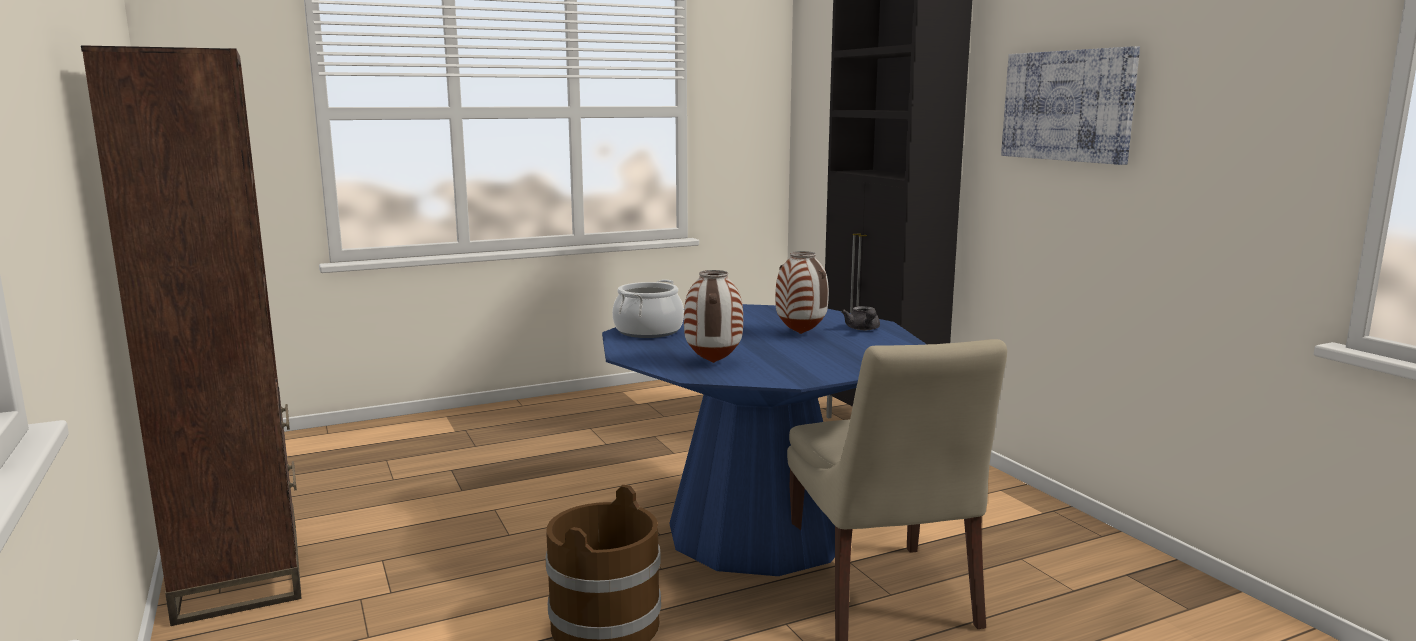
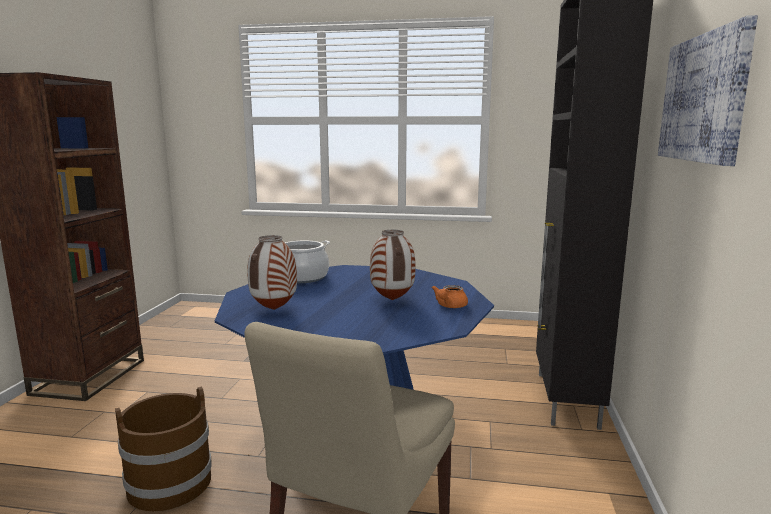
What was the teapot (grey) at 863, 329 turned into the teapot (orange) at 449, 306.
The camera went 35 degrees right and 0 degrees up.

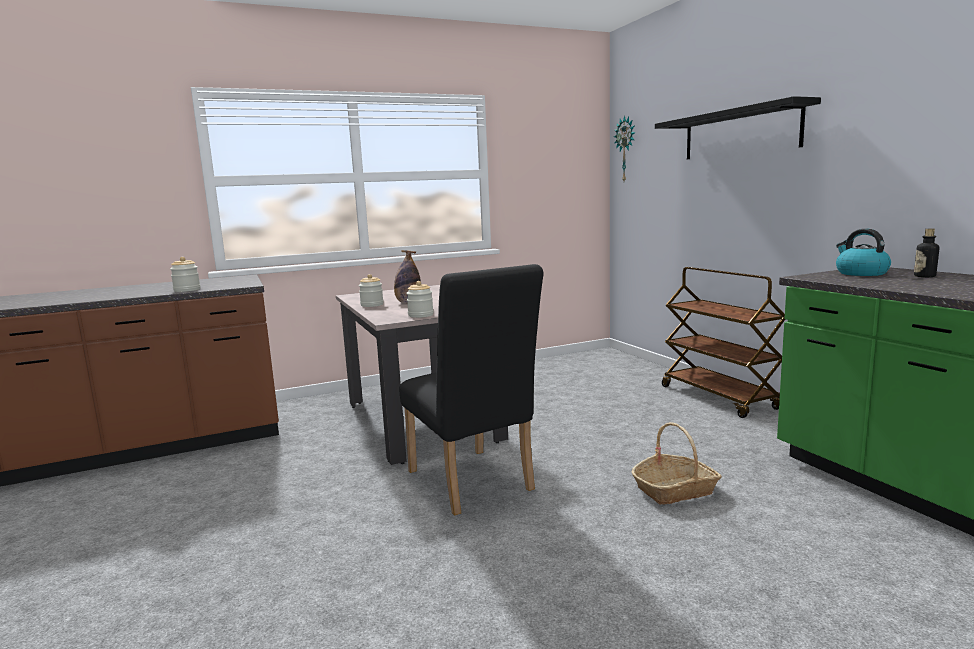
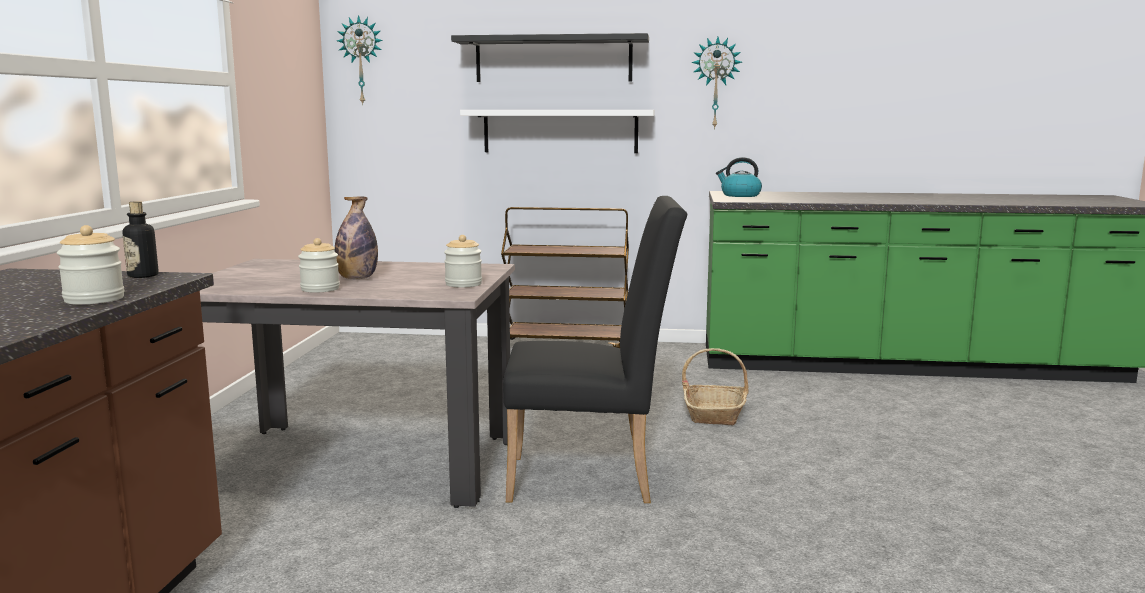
The bottle ended up elsewhere, having gone from 924, 276 to 143, 276.
The second view gained the wall clock at 716, 83.
The second view gained the shelf (white) at 560, 131.
The camera went 60 degrees left and 0 degrees up.

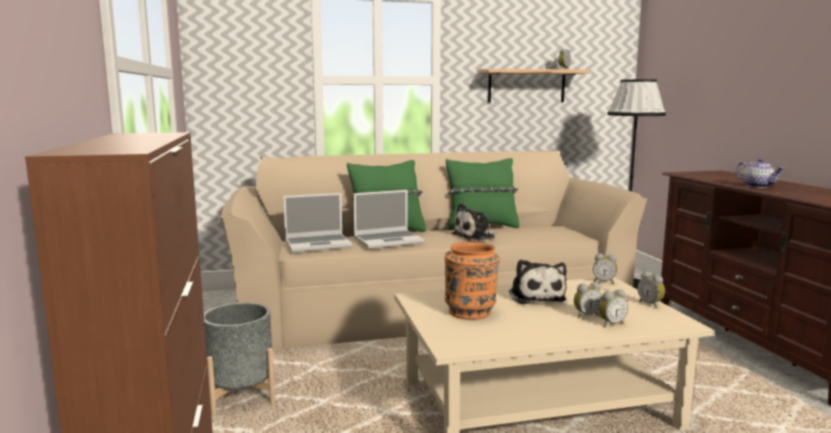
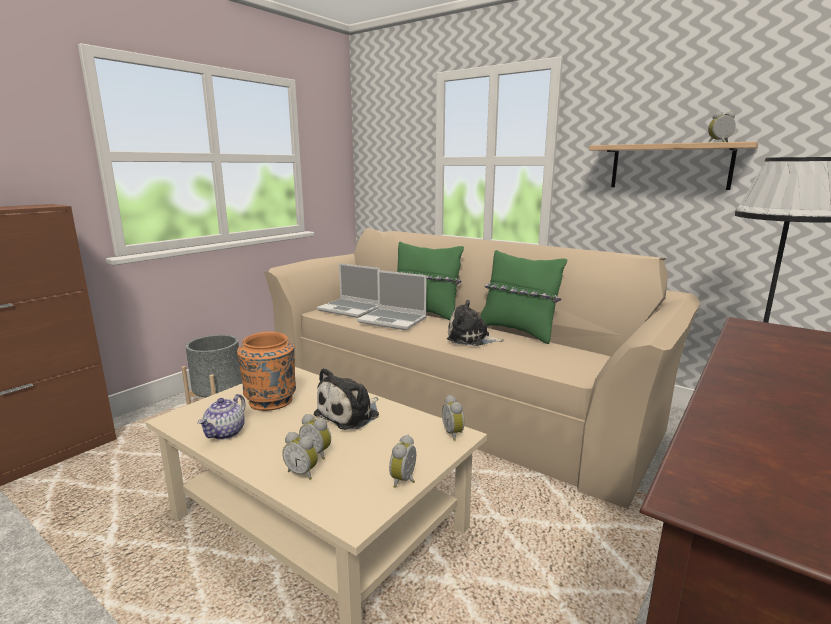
The teapot ended up elsewhere, having gone from 758, 186 to 225, 433.
The camera went 50 degrees right and 5 degrees up.

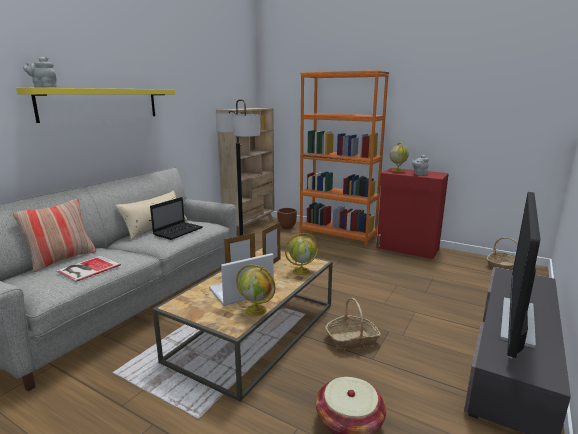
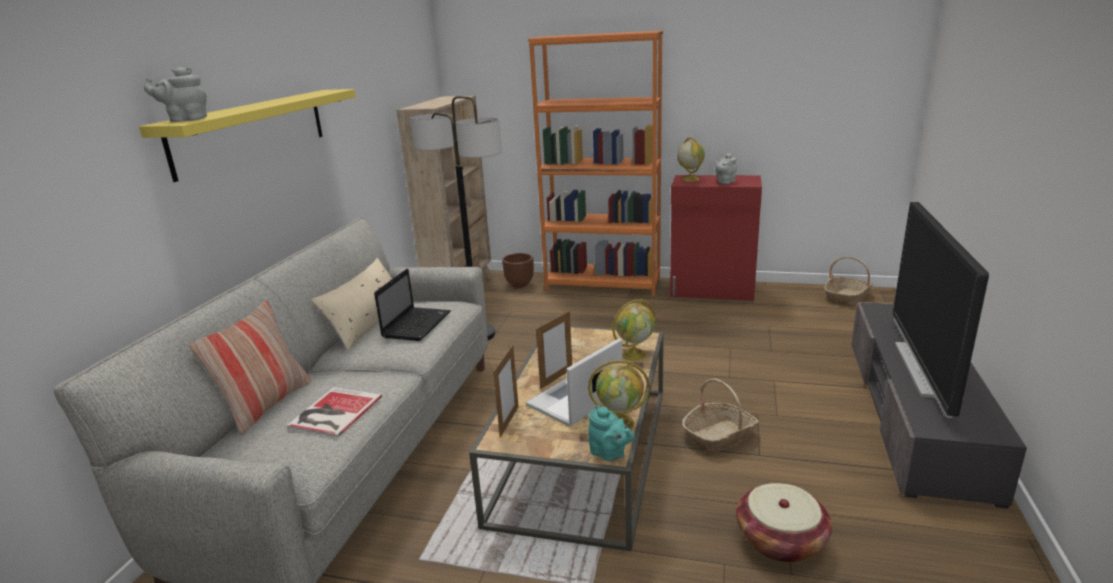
The picture frame ended up elsewhere, having gone from 271, 264 to 509, 421.
The second view gained the teapot (turquoise) at 609, 454.
The camera went 15 degrees left and 5 degrees up.

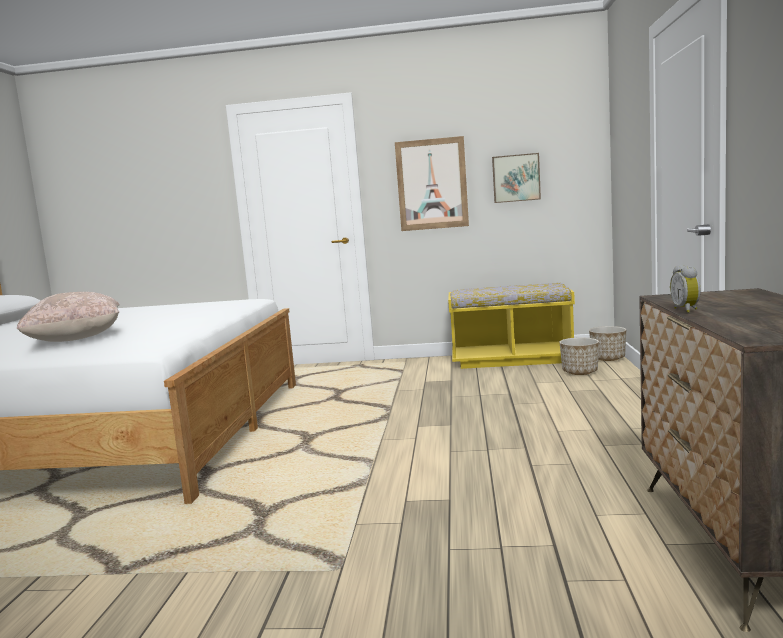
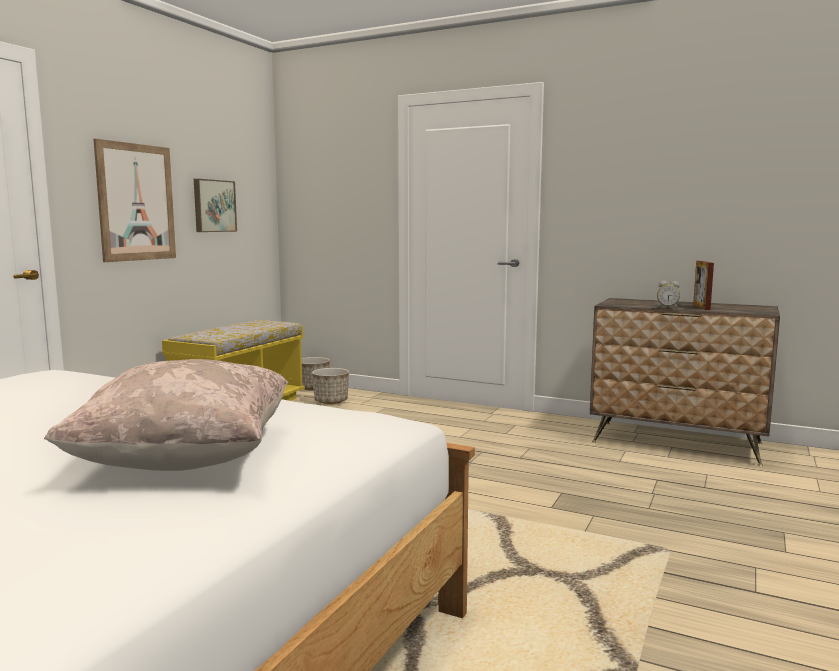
The second view gained the picture frame at 701, 307.
The camera went 70 degrees left and 0 degrees up.

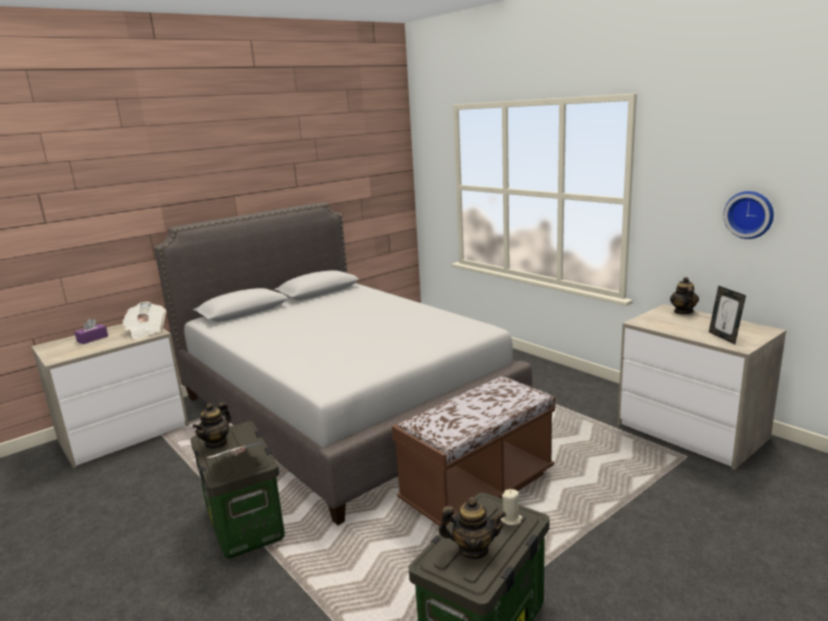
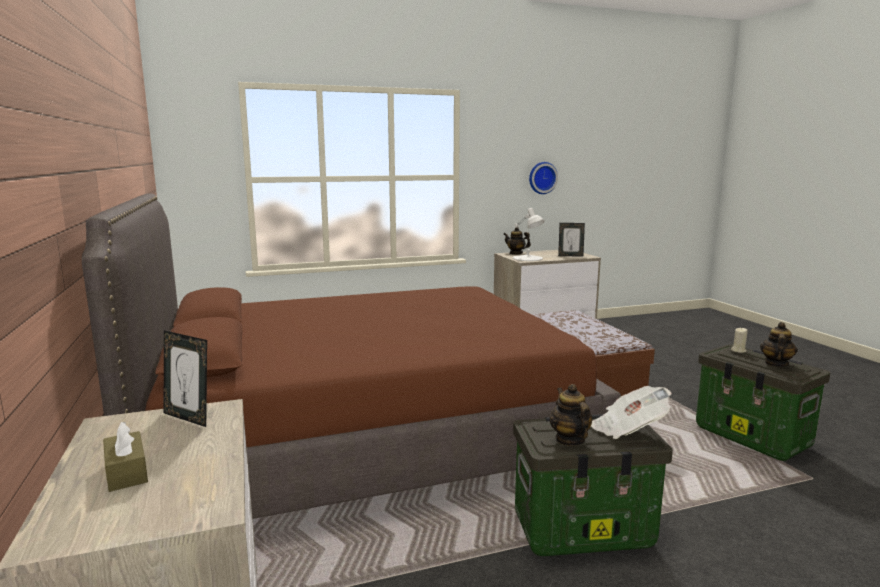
What was the bed (grey) at 344, 409 turned into the bed (brown) at 365, 438.
Where the newspaper stood at 146, 331, the picture frame came to stand at 188, 418.
What was the tissue box (purple) at 92, 339 turned into the tissue box (brown) at 126, 472.
The teapot at 216, 443 ended up facing another way, 150 degrees counterclockwise from before.
The second view gained the table lamp (white) at 527, 258.
The camera went 70 degrees left and 5 degrees down.

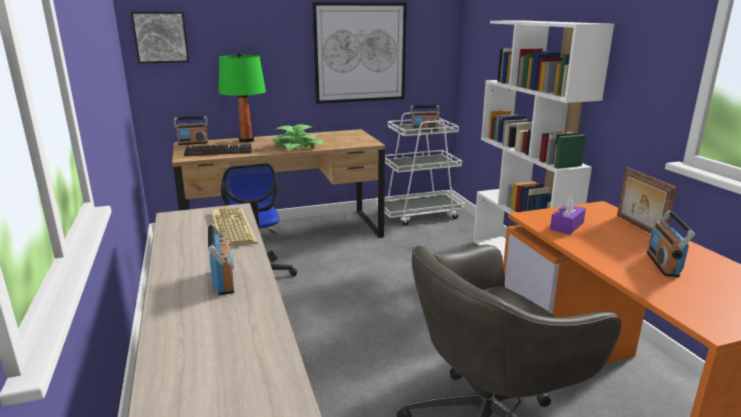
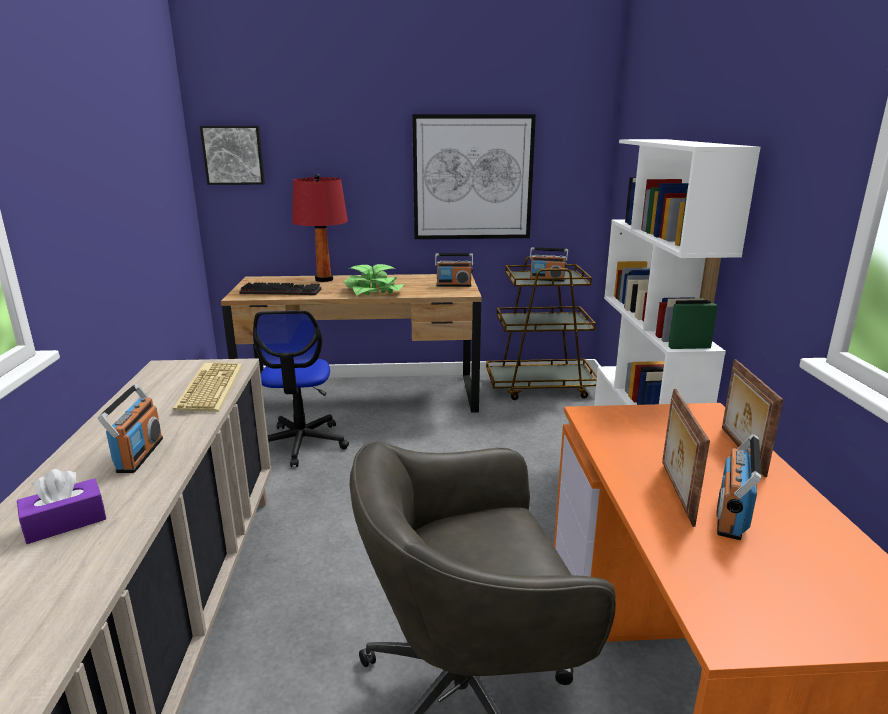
What was the table lamp (green) at 246, 140 turned into the table lamp (red) at 324, 279.
What was the cart (white) at 419, 214 turned into the cart (brown) at 540, 387.
The radio ended up elsewhere, having gone from 193, 143 to 453, 285.
The tissue box (purple) ended up elsewhere, having gone from 566, 226 to 65, 522.
The second view gained the picture frame at 675, 492.
The camera went 15 degrees right and 0 degrees up.

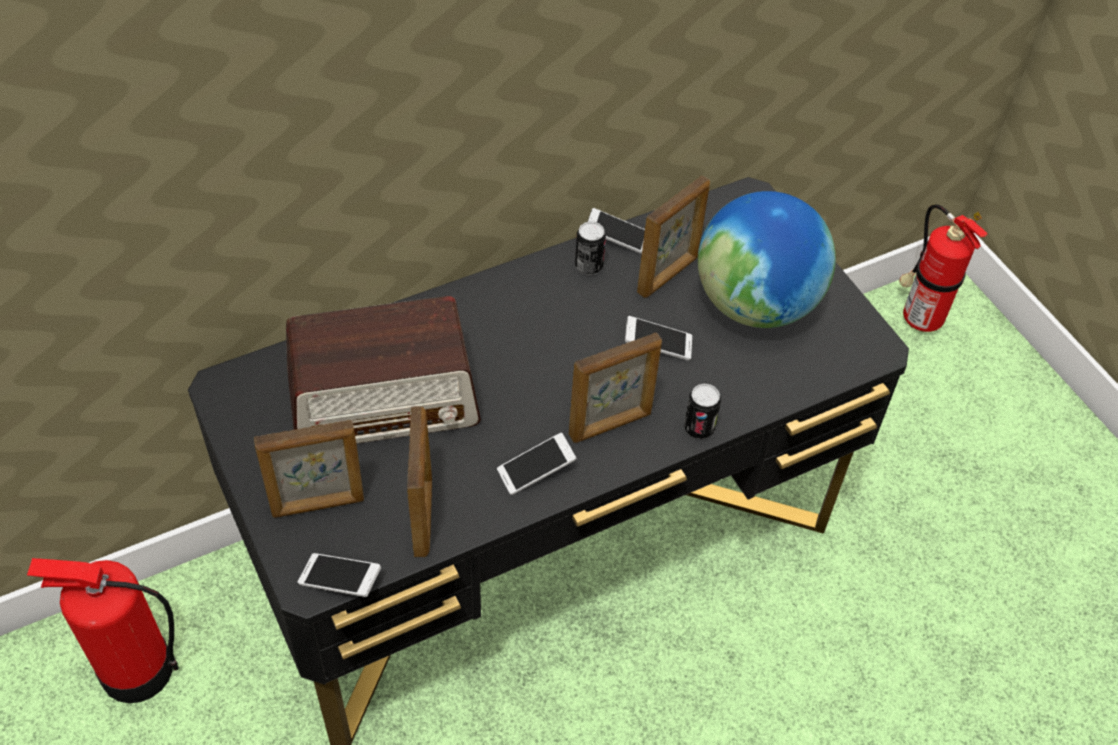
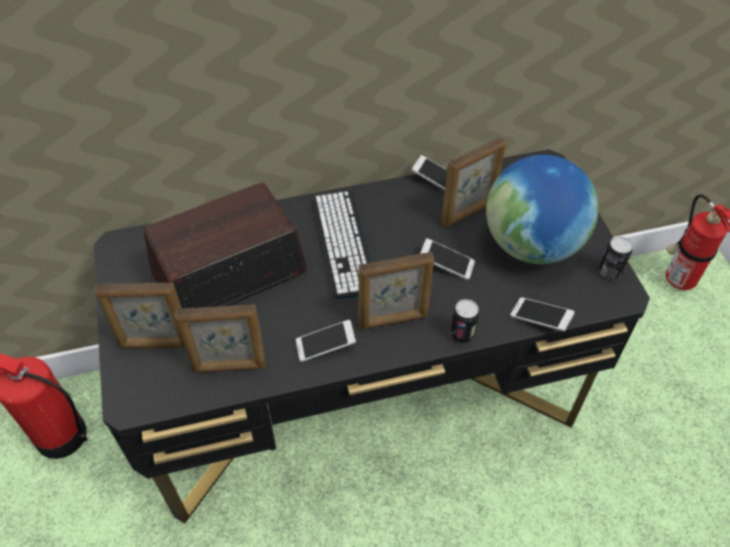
The can ended up elsewhere, having gone from 588, 266 to 610, 271.
The radio at 385, 401 ended up facing another way, 150 degrees clockwise from before.
The picture frame at 423, 516 ended up facing another way, 75 degrees clockwise from before.
The phone ended up elsewhere, having gone from 340, 581 to 540, 319.
The second view gained the keyboard at 344, 243.
The camera went 15 degrees right and 0 degrees up.

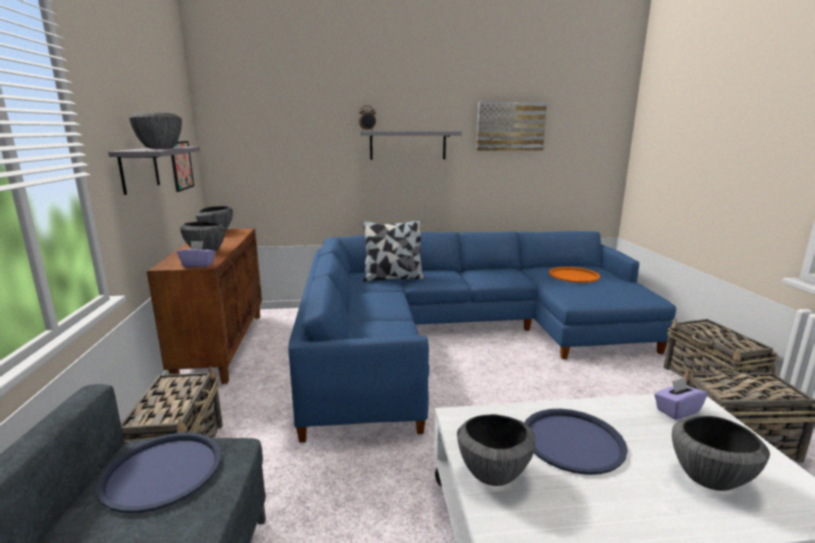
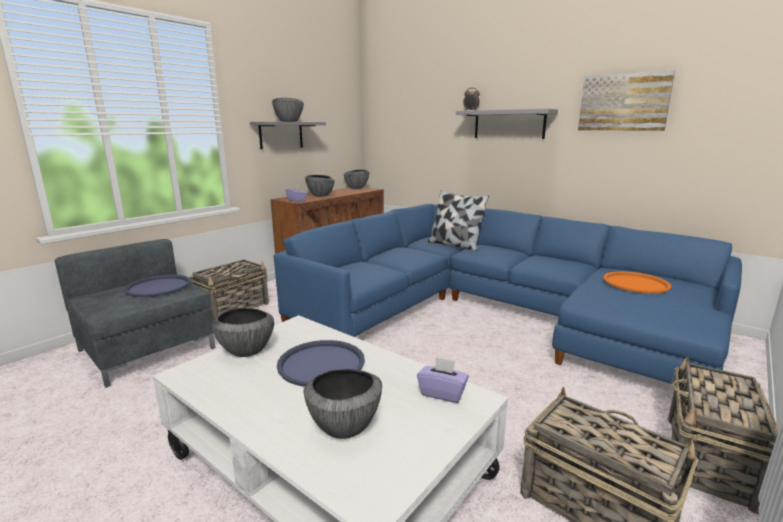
The second view lost the picture at 181, 165.
The camera went 45 degrees right and 0 degrees up.

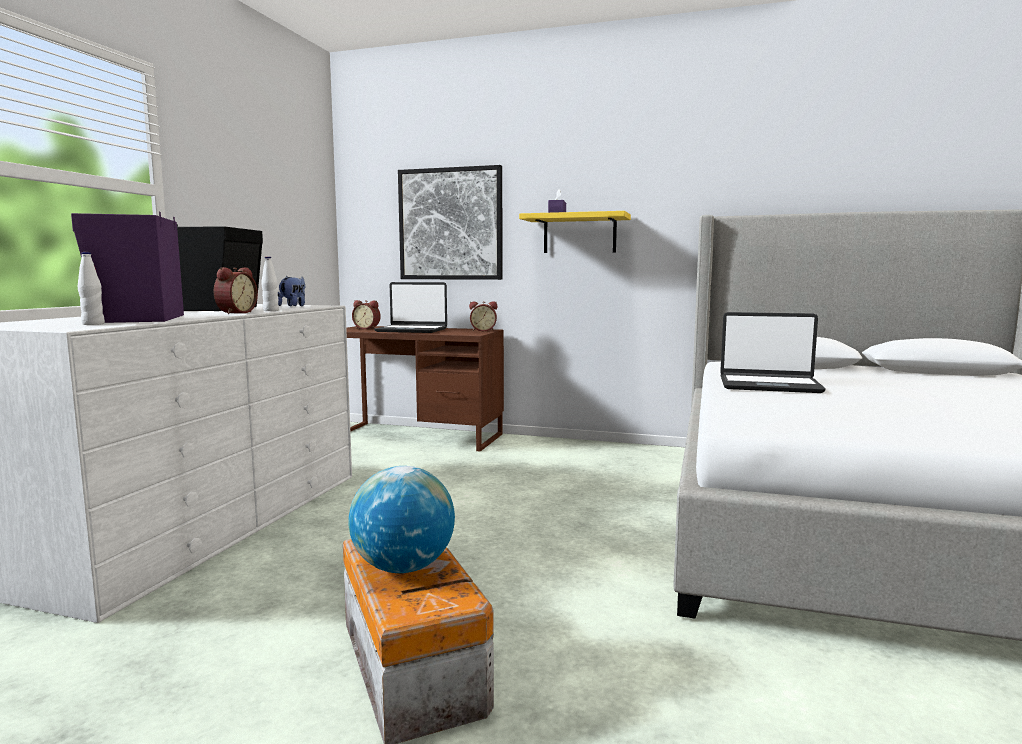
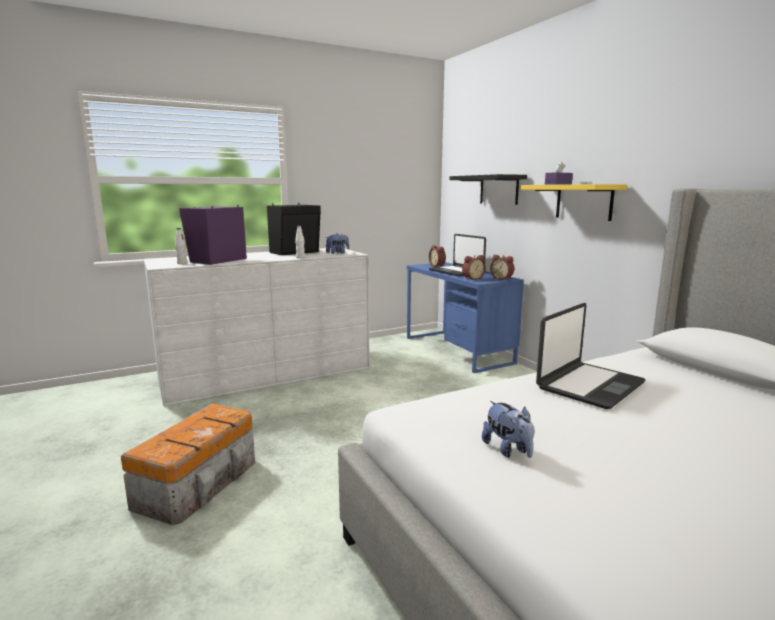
Where the picture hung at 450, 224, the shelf (black) came to hang at 499, 190.
The alarm clock ended up elsewhere, having gone from 235, 313 to 472, 279.
The laptop at 769, 385 ended up facing another way, 105 degrees counterclockwise from before.
What was the desk (brown) at 417, 436 turned into the desk (blue) at 457, 350.
The second view lost the globe at 403, 567.
The second view gained the plush toy at 508, 450.
The camera went 45 degrees right and 5 degrees up.

